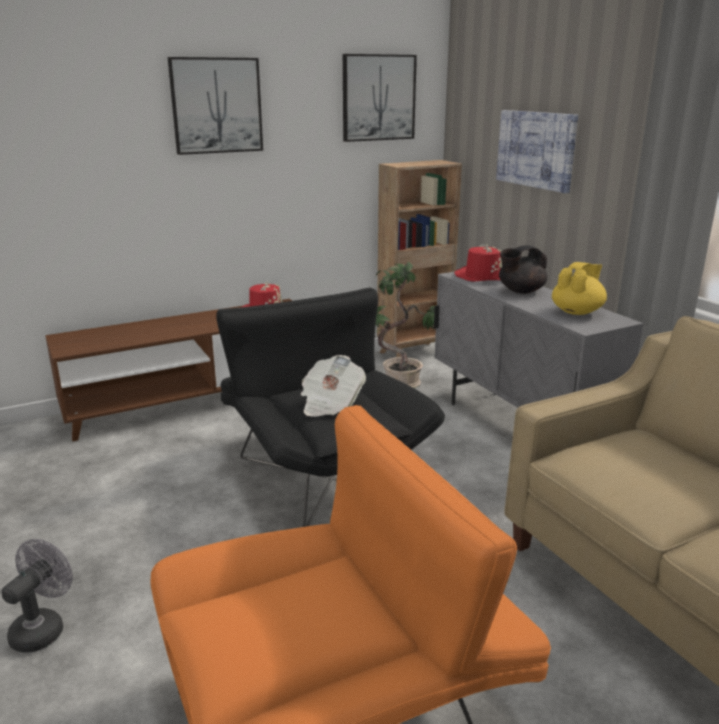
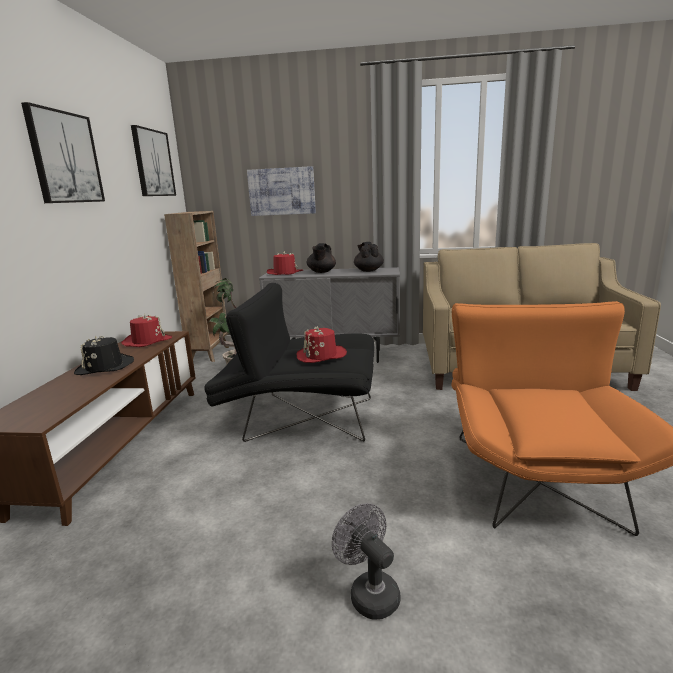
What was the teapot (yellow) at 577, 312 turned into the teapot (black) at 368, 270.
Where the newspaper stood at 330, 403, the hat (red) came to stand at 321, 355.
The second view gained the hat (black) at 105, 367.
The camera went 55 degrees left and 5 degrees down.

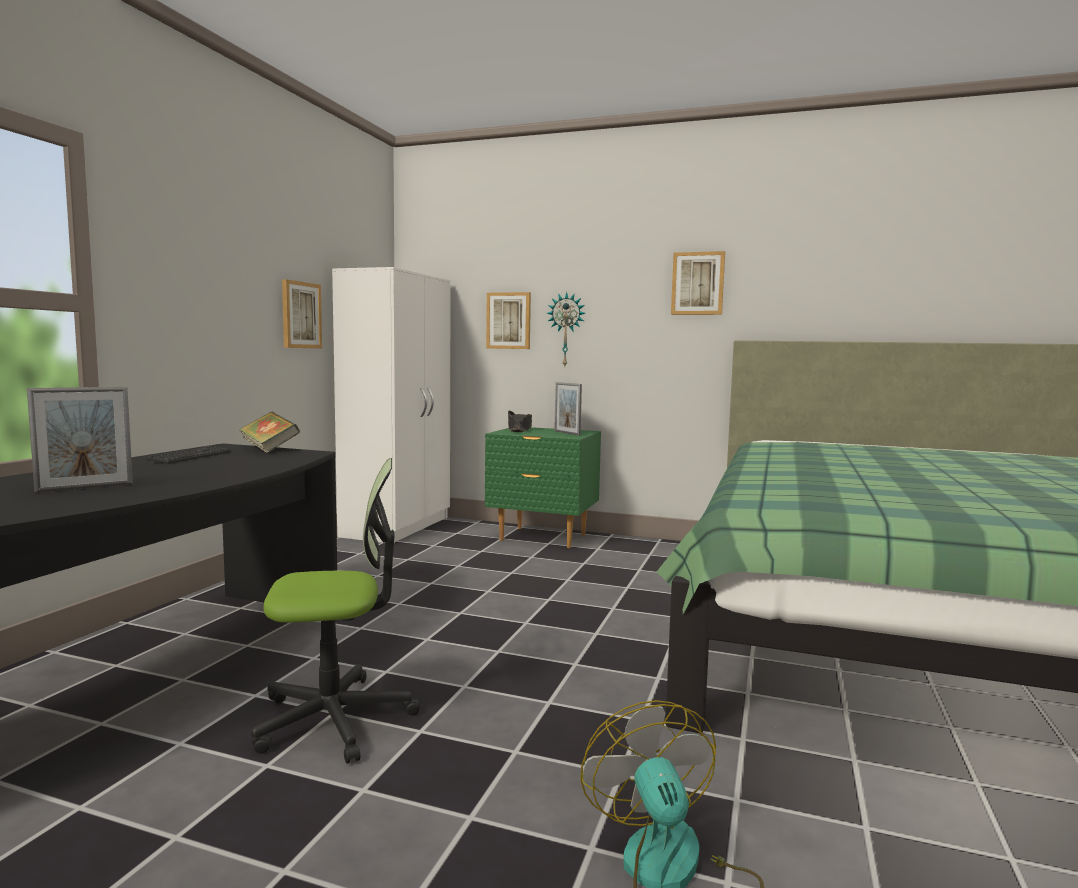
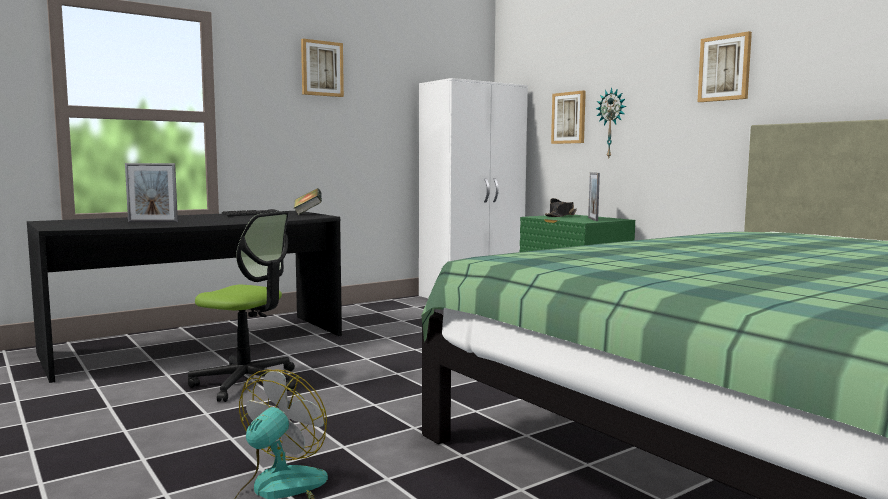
The picture ended up elsewhere, having gone from 300, 315 to 321, 68.
The camera went 35 degrees right and 0 degrees up.

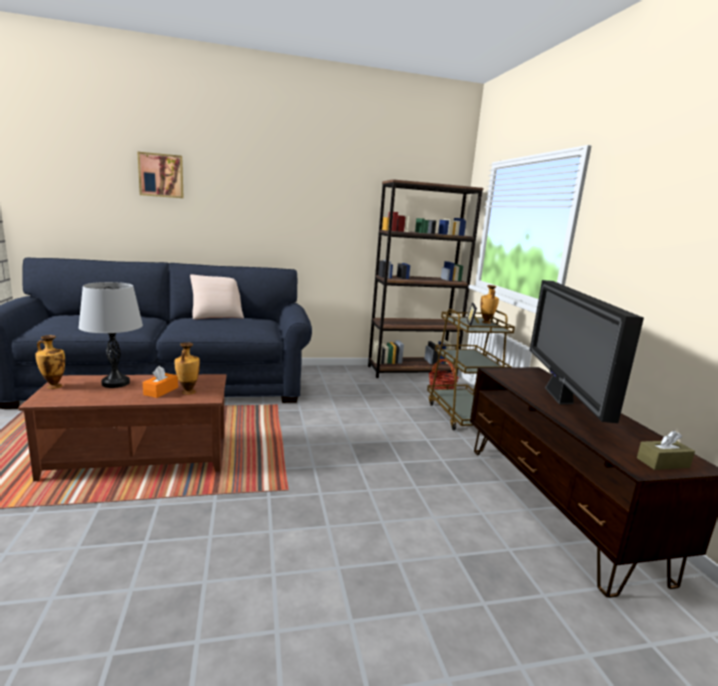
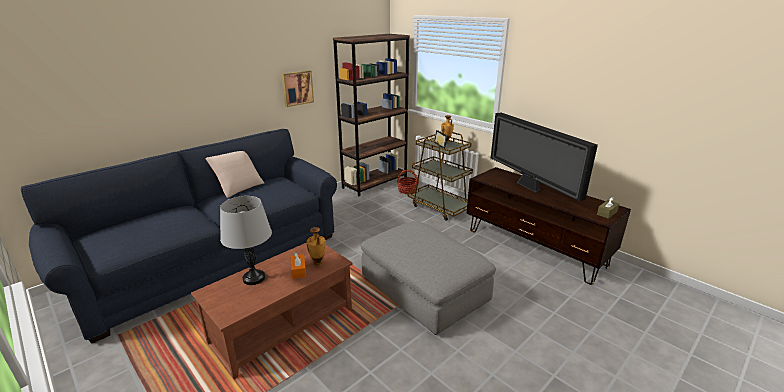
The picture ended up elsewhere, having gone from 161, 175 to 297, 88.
The second view lost the vase at 53, 386.
The second view gained the ottoman (grey) at 424, 290.
The camera went 30 degrees left and 10 degrees up.

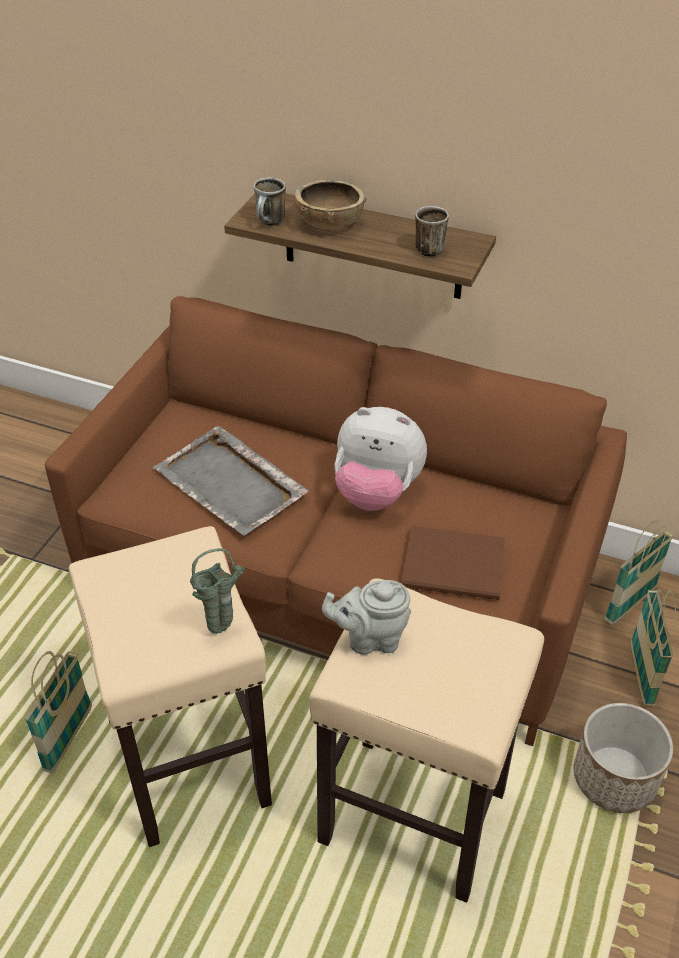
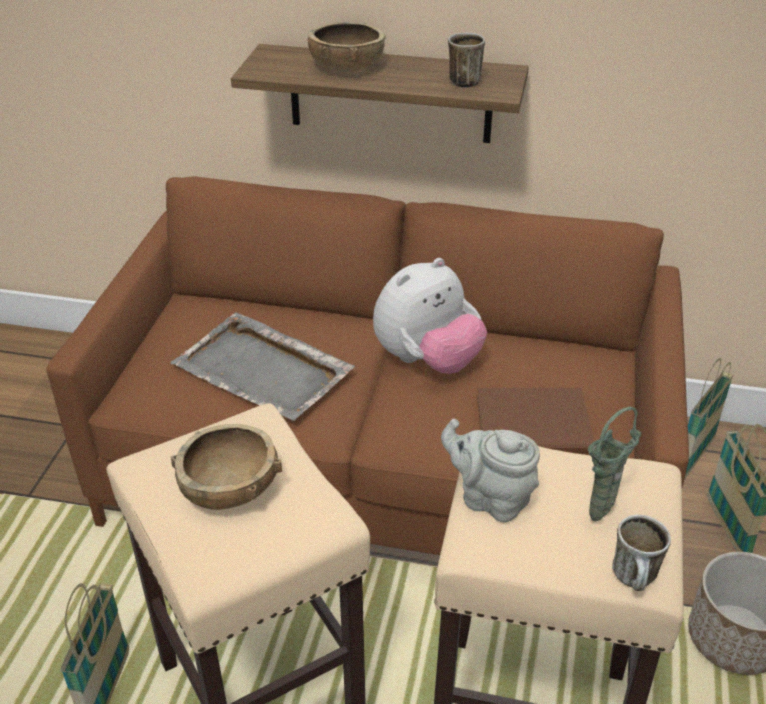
The mug ended up elsewhere, having gone from 270, 223 to 635, 581.
The plush toy at 376, 492 ended up facing another way, 45 degrees counterclockwise from before.
The vase (green) ended up elsewhere, having gone from 224, 629 to 601, 515.
The teapot (grey) at 370, 638 ended up facing another way, 45 degrees clockwise from before.
The second view gained the bowl (brown) at 230, 488.
The camera went 10 degrees left and 5 degrees down.

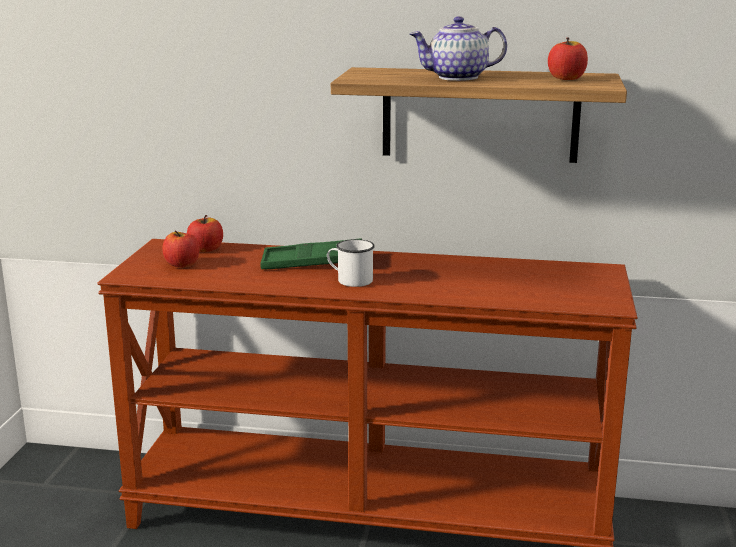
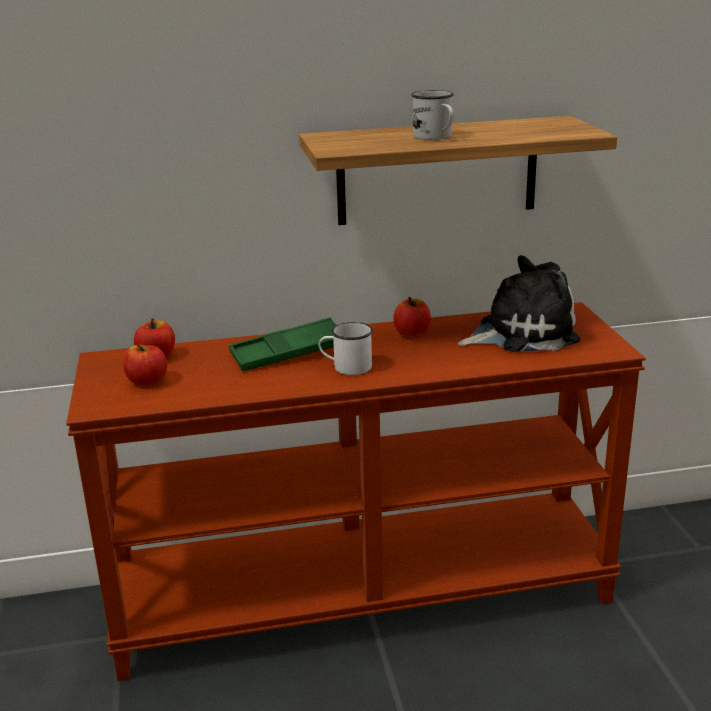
Where the teapot stood at 457, 78, the mug (white) came to stand at 435, 137.
The apple ended up elsewhere, having gone from 566, 78 to 412, 333.
The second view gained the plush toy at 521, 333.
The camera went 20 degrees left and 5 degrees up.

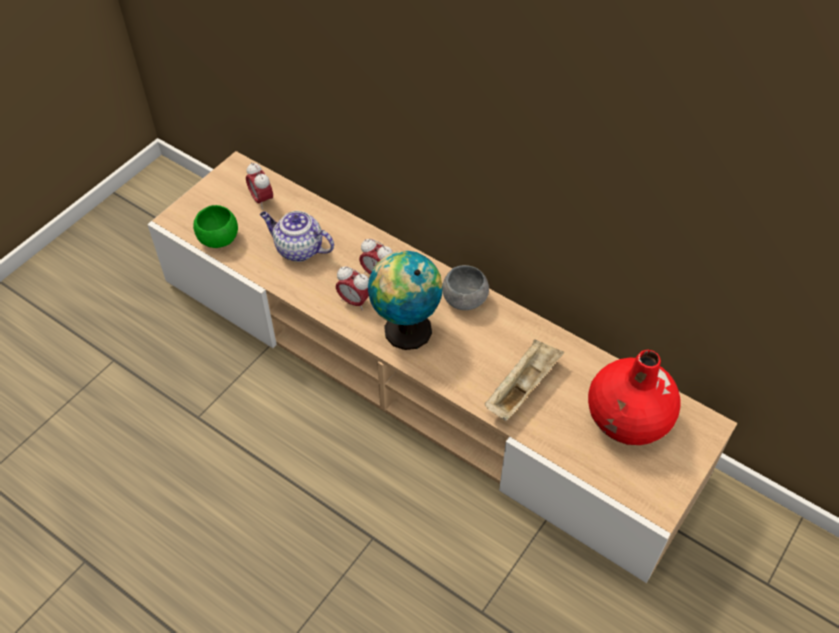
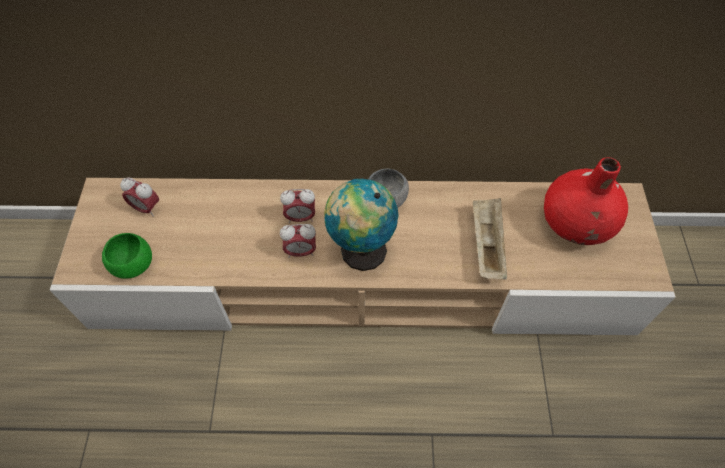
The second view lost the teapot at 298, 249.
The camera went 35 degrees left and 5 degrees up.

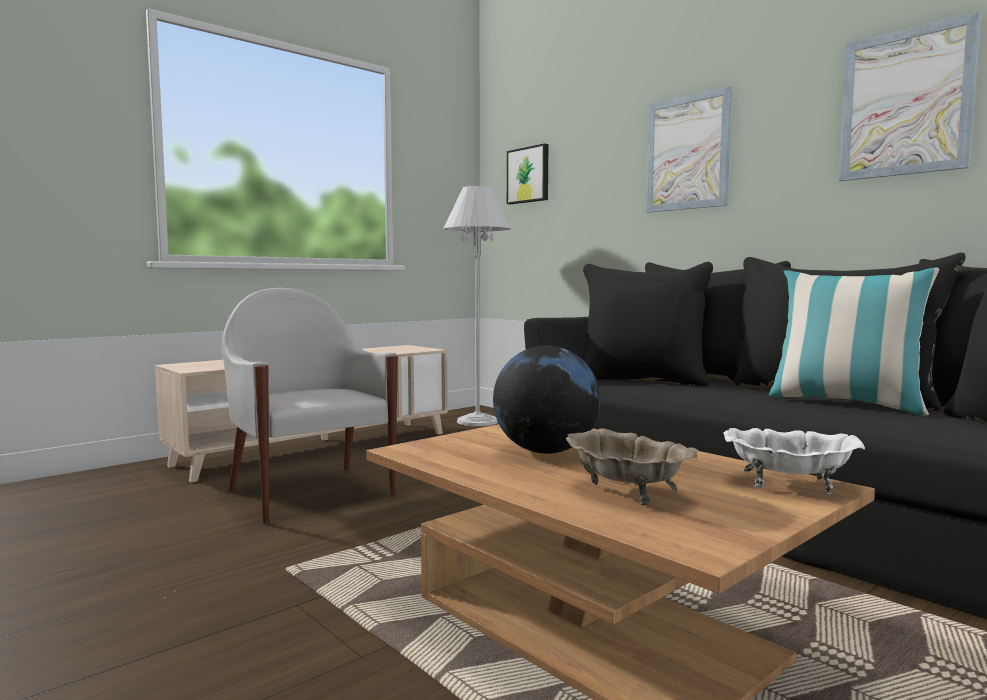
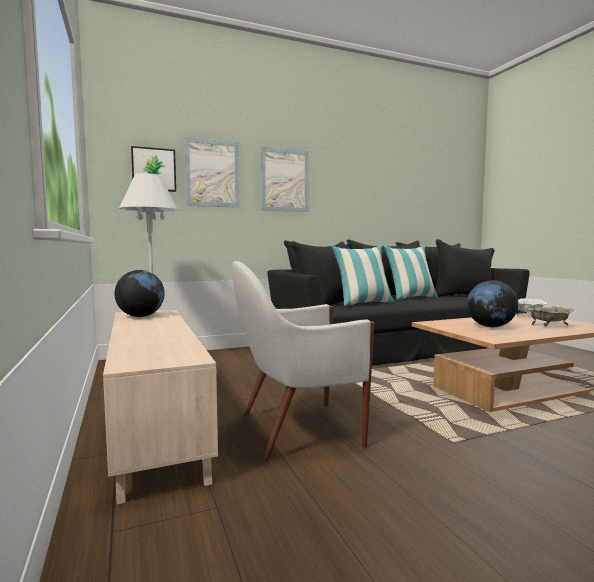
The picture ended up elsewhere, having gone from 905, 103 to 212, 173.
The second view gained the pillow at 363, 304.
The second view gained the globe at 141, 316.
The camera went 70 degrees left and 0 degrees up.

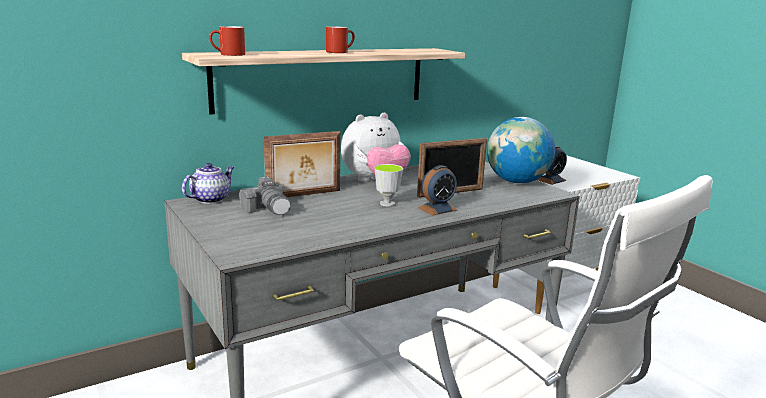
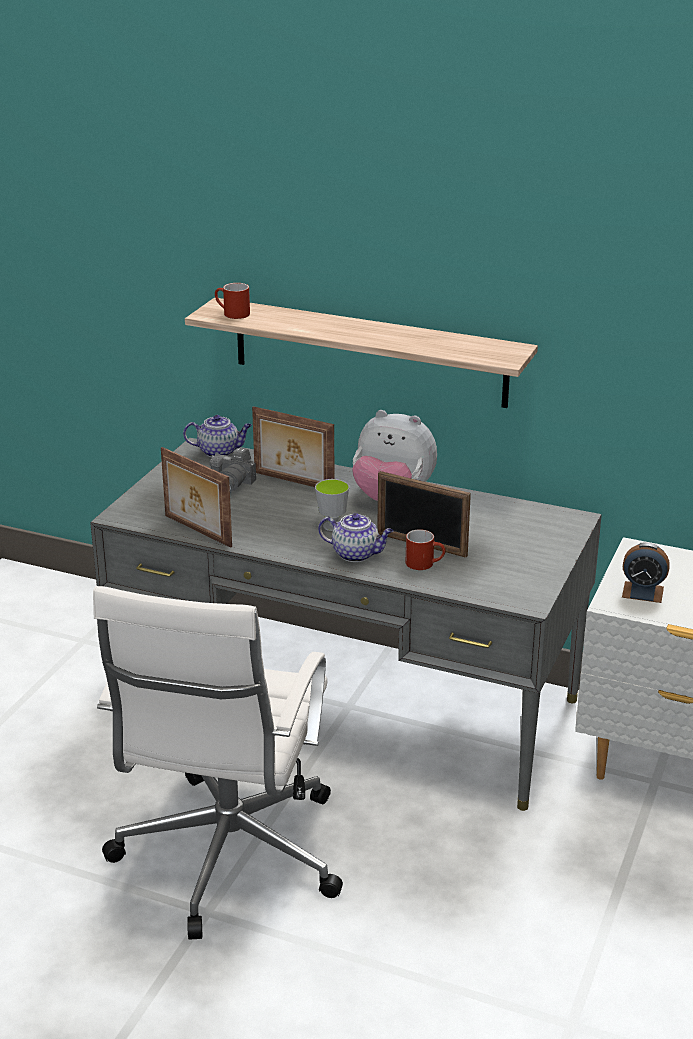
The mug (red) ended up elsewhere, having gone from 340, 52 to 425, 563.
The second view lost the globe at 516, 182.
Where the alarm clock stood at 437, 209, the teapot came to stand at 356, 554.
The second view gained the picture frame at 196, 531.
The camera went 55 degrees right and 10 degrees up.

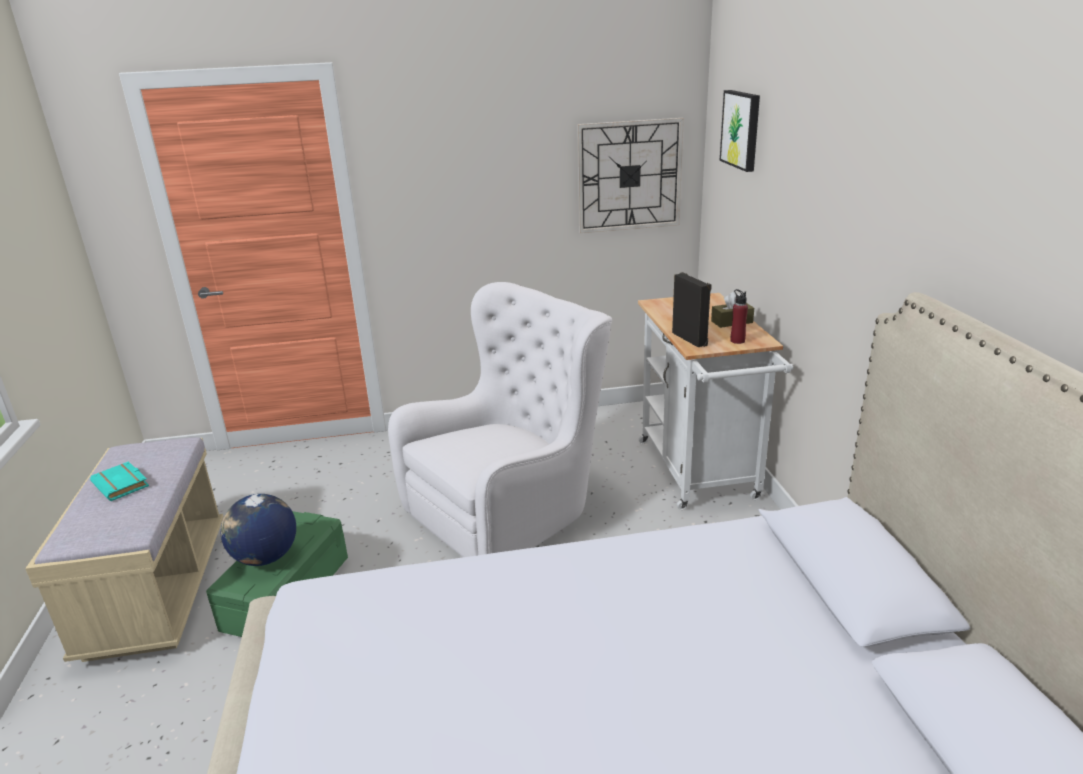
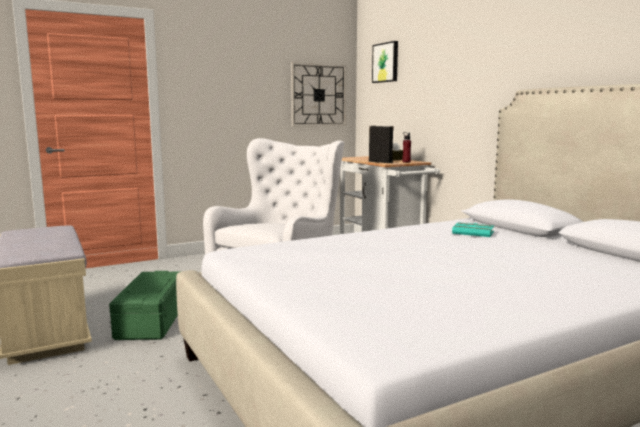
The book (turquoise) ended up elsewhere, having gone from 123, 485 to 474, 233.
The second view lost the globe at 265, 558.
The camera went 20 degrees left and 15 degrees down.

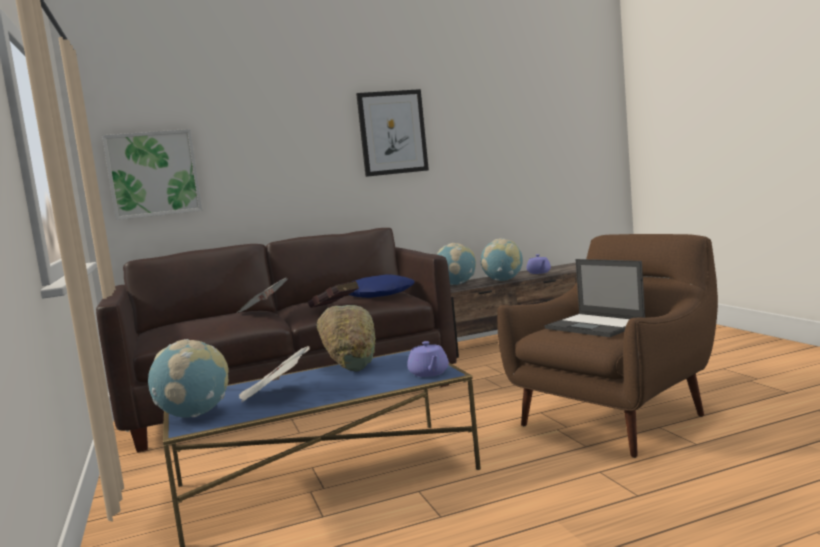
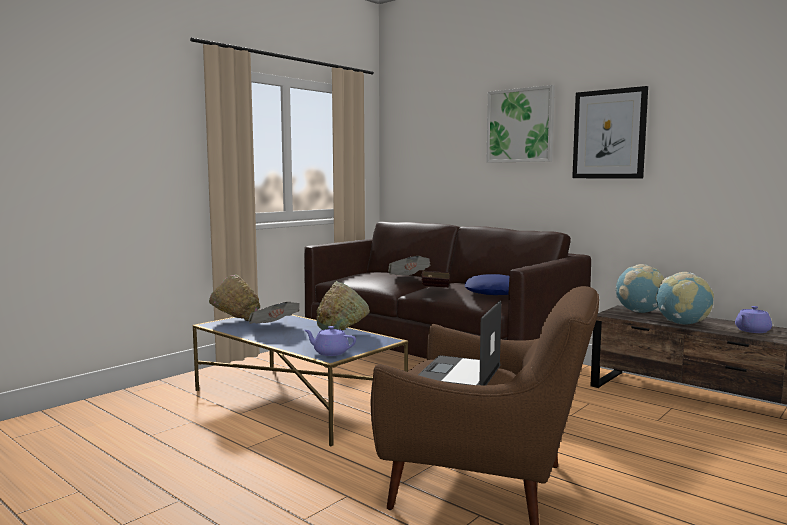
The picture ended up elsewhere, having gone from 153, 174 to 520, 125.
Where the globe stood at 194, 415, the bowl (pink) came to stand at 234, 321.
The teapot (purple) at 429, 373 ended up facing another way, 60 degrees clockwise from before.
The camera went 60 degrees right and 0 degrees up.

